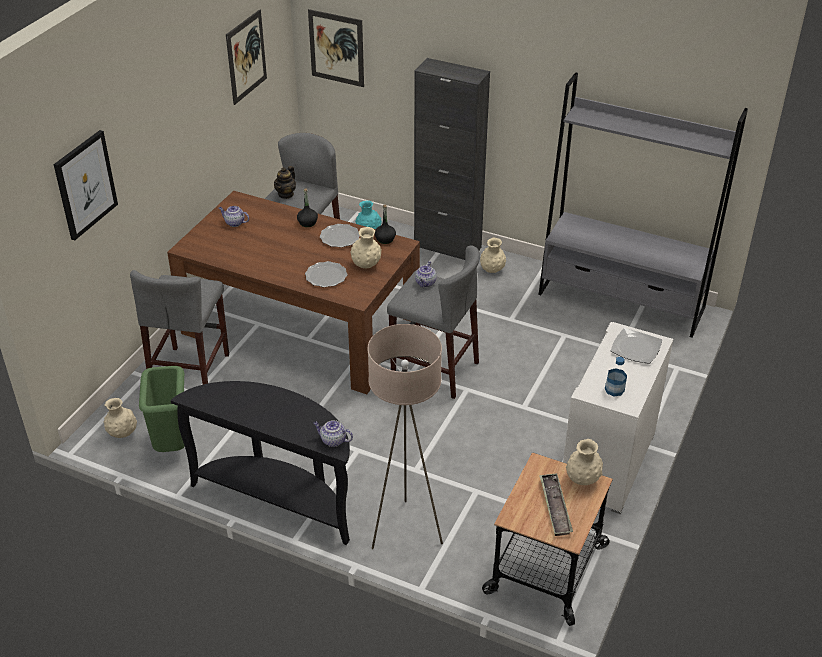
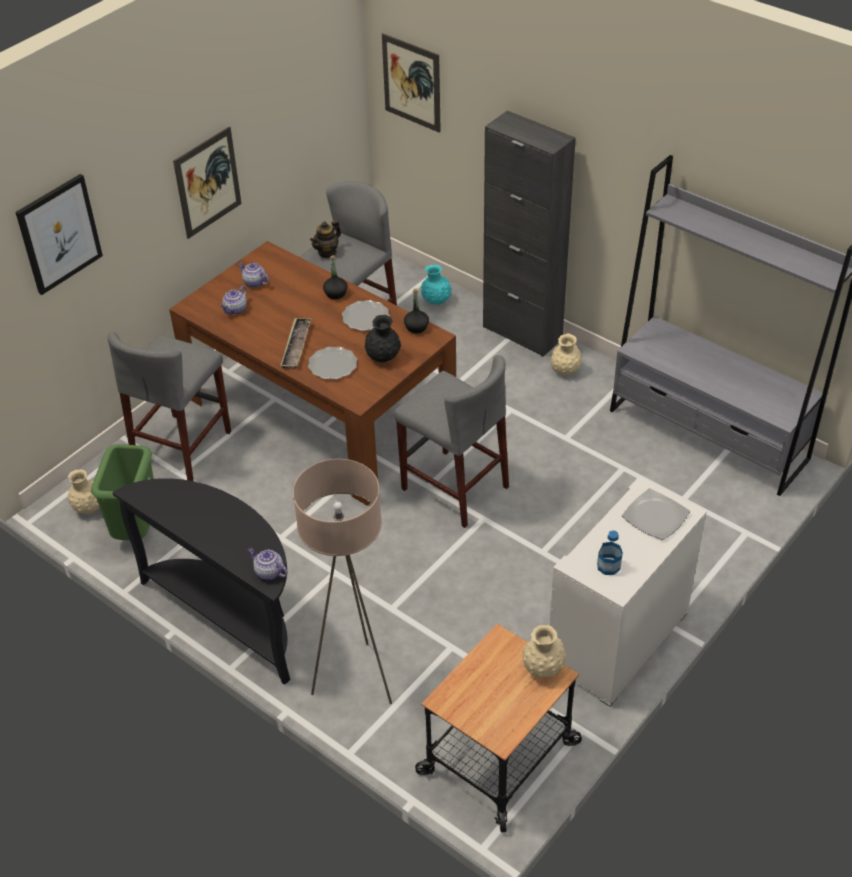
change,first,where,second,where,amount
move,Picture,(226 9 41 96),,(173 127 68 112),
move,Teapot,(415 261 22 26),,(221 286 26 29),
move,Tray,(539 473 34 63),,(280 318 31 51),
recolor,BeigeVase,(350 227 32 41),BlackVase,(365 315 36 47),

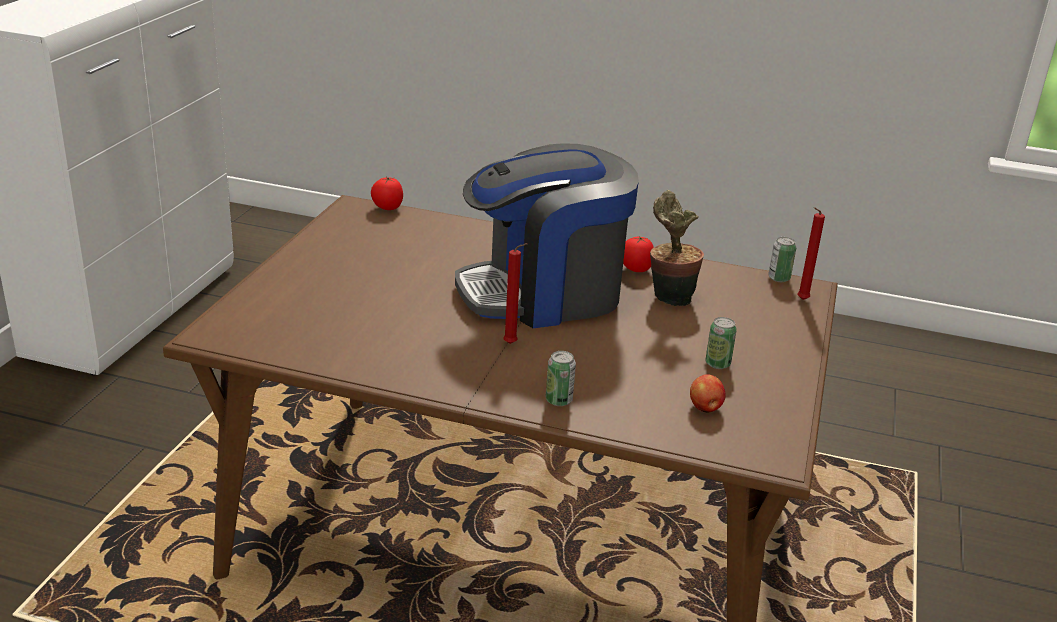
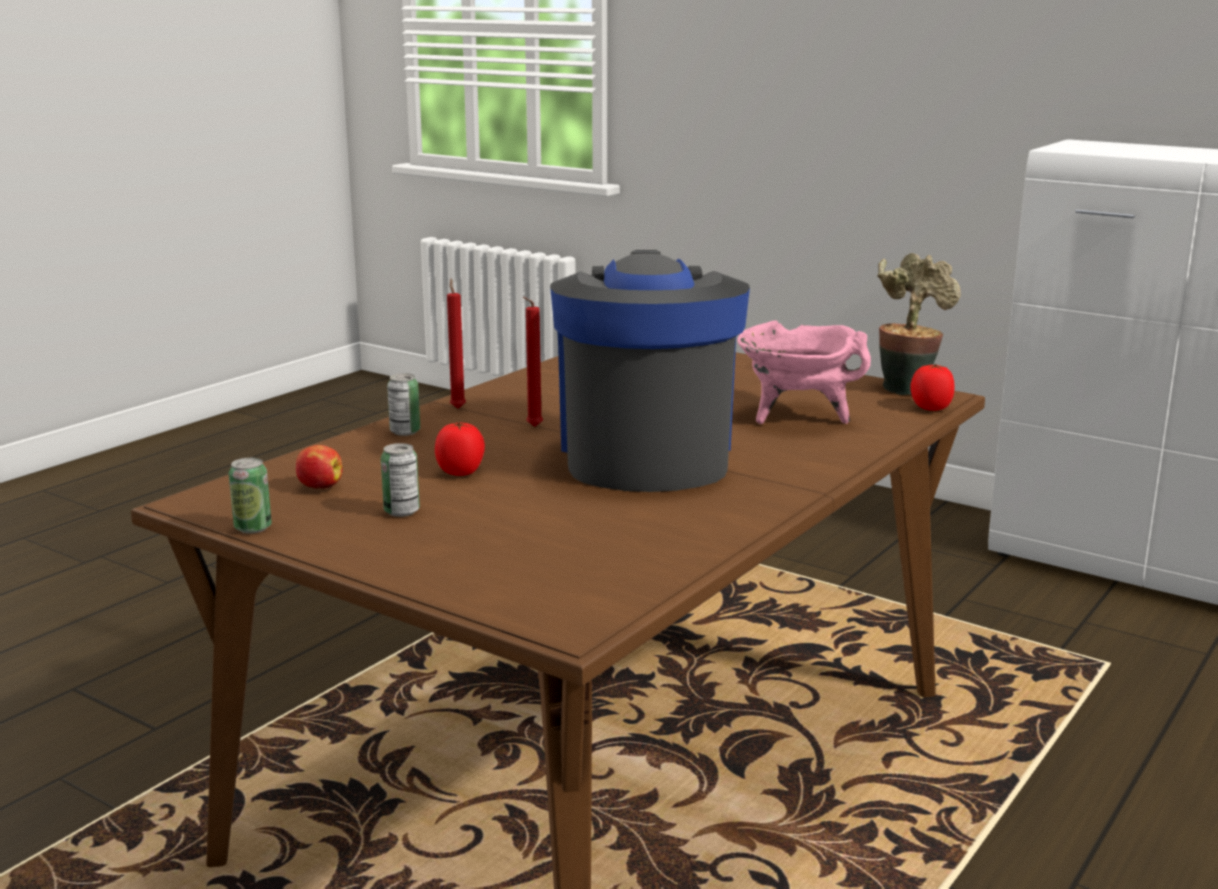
change,first,where,second,where,amount
move,Can,(768 237 28 45),,(229 458 43 76),
move,Tomato,(623 236 31 36),,(435 422 50 54),
move,RedCandle,(797 207 28 93),,(447 279 19 130),
insert,,,PinkCookingPot,(737 320 134 104),
move,PottedPlant,(650 190 54 116),,(877 253 84 142),

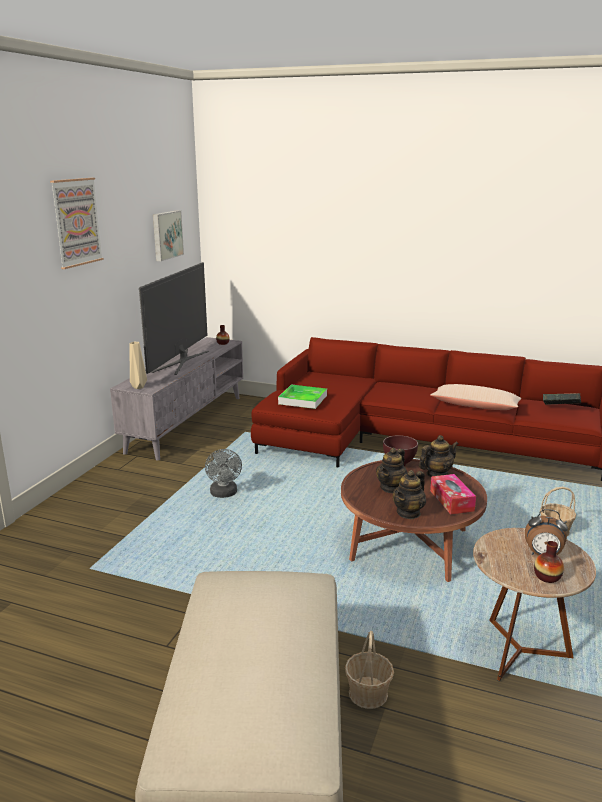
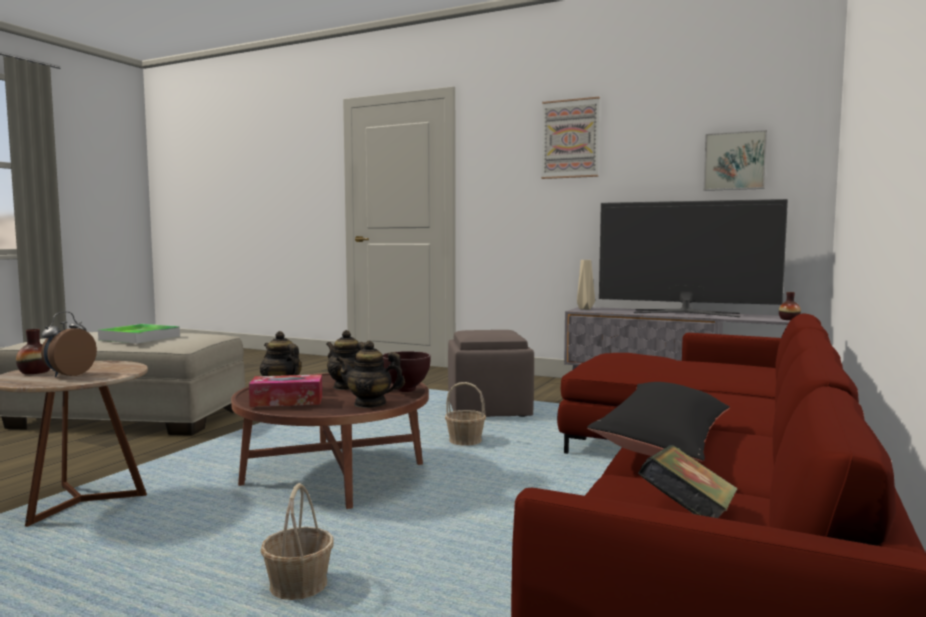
change,first,where,second,where,amount
move,Tray,(278 385 49 24),,(98 324 82 20),
rotate,Teapot,(419 435 40 42),,(336 341 69 67),120 degrees clockwise
move,Basket,(345 631 49 78),,(445 382 41 64),
replace,GreyFan,(205 449 37 49),BrownOttoman,(448 330 86 87),
recolor,BeigePillow,(430 384 92 26),BlackPillow,(587 382 143 80),

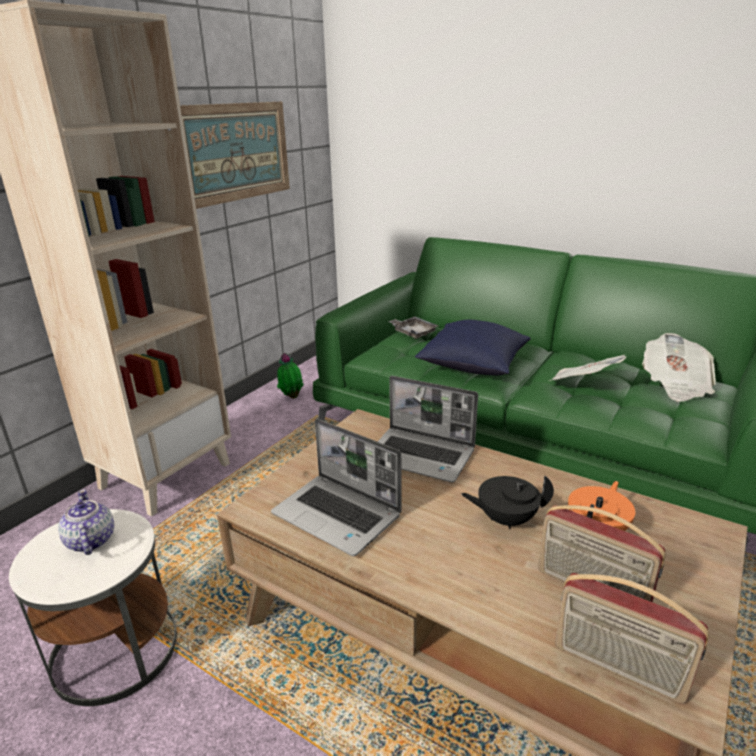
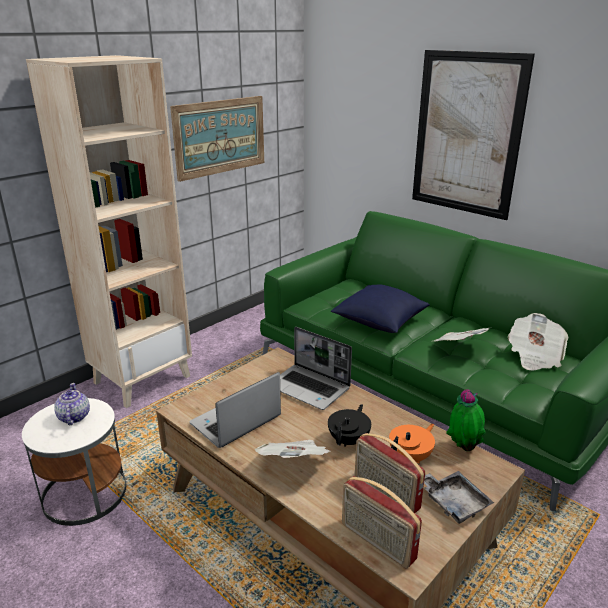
change,first,where,second,where,amount
rotate,Laptop,(271 419 131 137),,(190 372 91 76),90 degrees clockwise
insert,,,Newspaper,(255 440 77 18),
rotate,BlackTeapot,(461 475 93 54),,(328 404 43 43),105 degrees clockwise
insert,,,Picture,(412 50 123 170),
move,GreyTray,(388 317 50 22),,(424 471 70 53),
move,PottedPlant,(277 353 27 46),,(446 389 40 62),

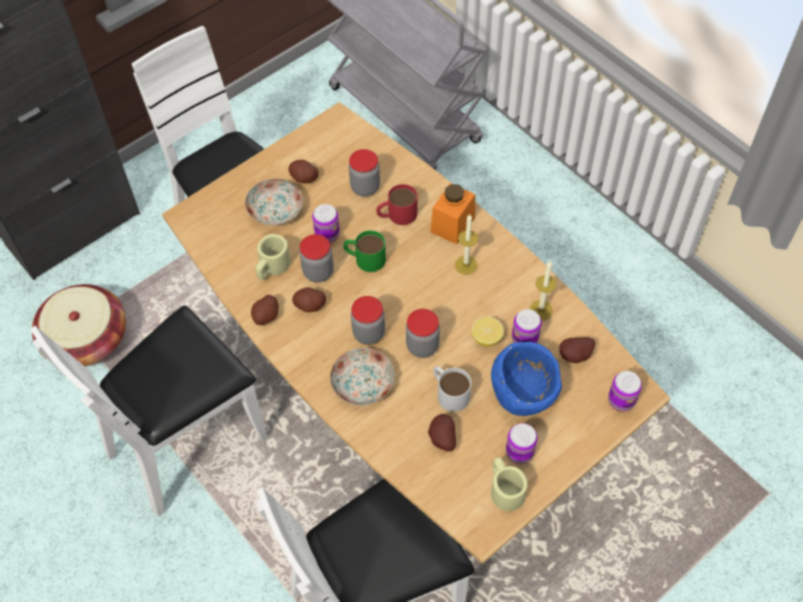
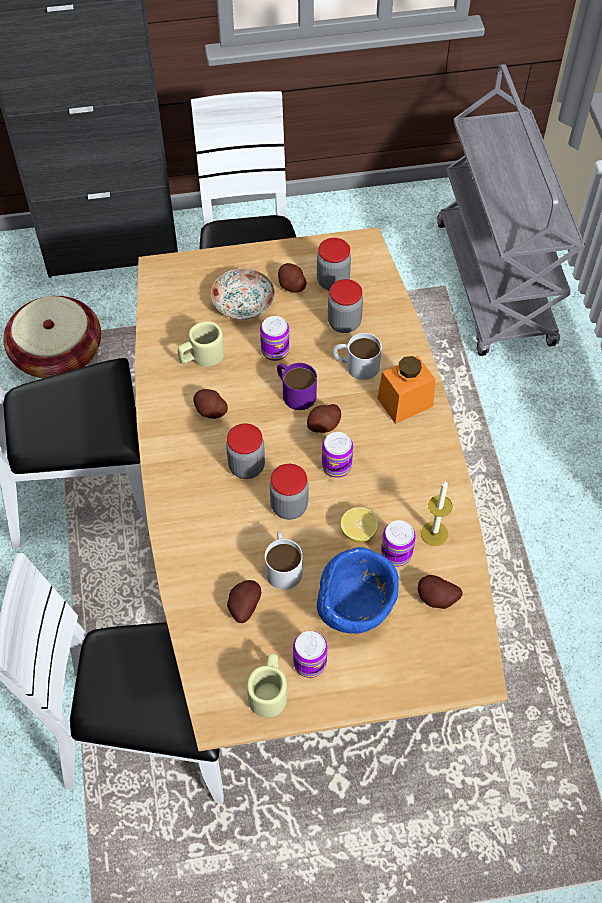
change,first,where,second,where,amount
recolor,GreenMug,(343 230 43 42),PurpleMug,(277 363 40 47),
move,Potato,(251 295 28 30),,(307 404 34 29),
move,Jar,(300 234 34 49),,(317 238 34 53),
move,Can,(608 371 34 41),,(322 432 31 46),
recolor,RedMug,(376 184 41 41),WhiteMug,(333 333 49 47),
delete,Plate,(330 348 64 57),,,
delete,Candle,(455 214 23 61),,,

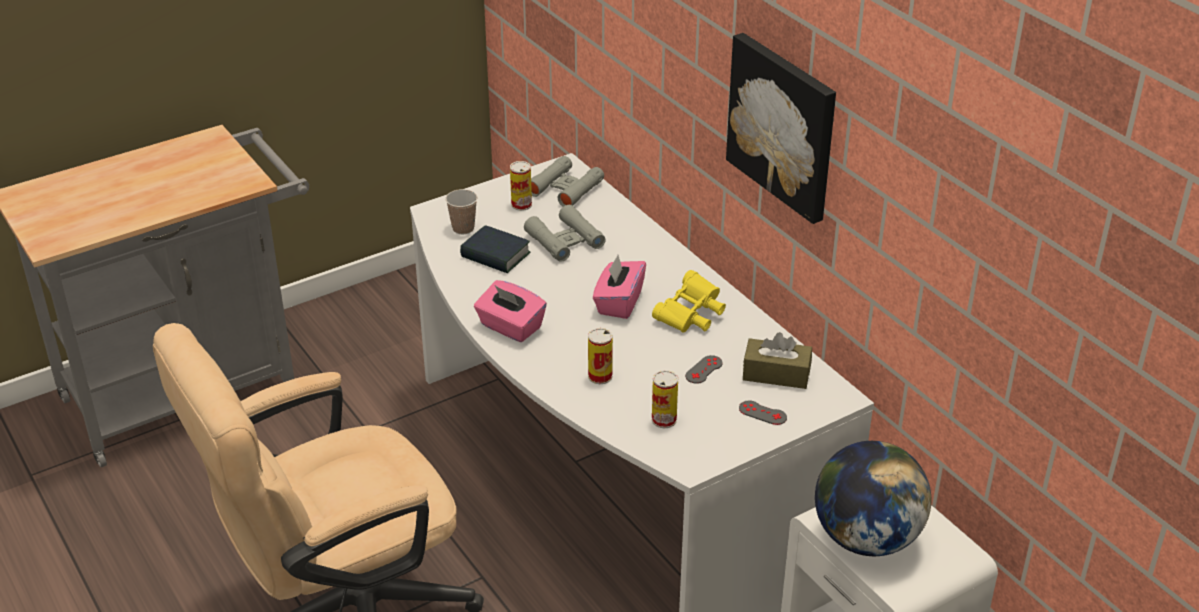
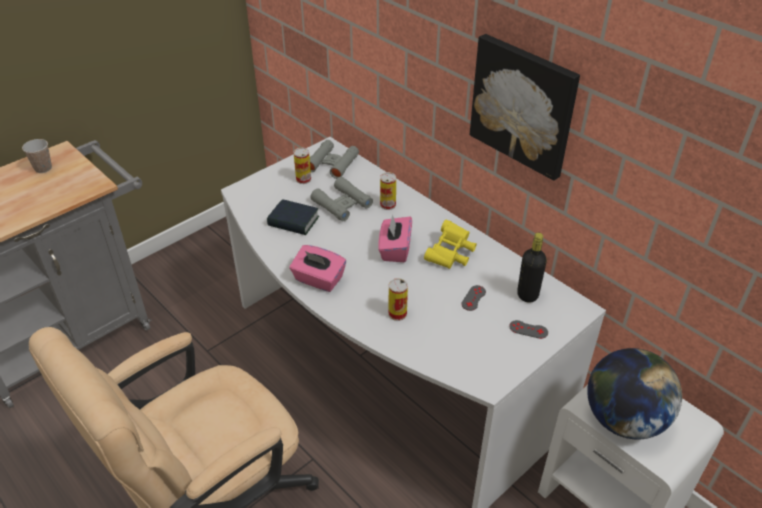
change,first,where,second,where,amount
move,Cup,(445 189 33 45),,(22 139 30 34),
move,Can,(652 370 26 58),,(380 172 16 38),
replace,BrownTissueBox,(743 332 69 57),BlackBottle,(517 233 30 70),

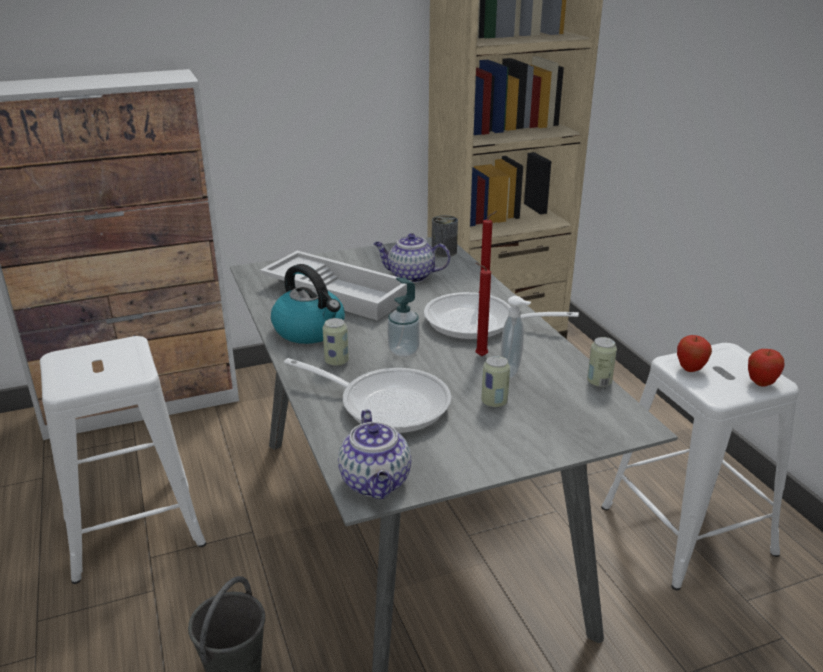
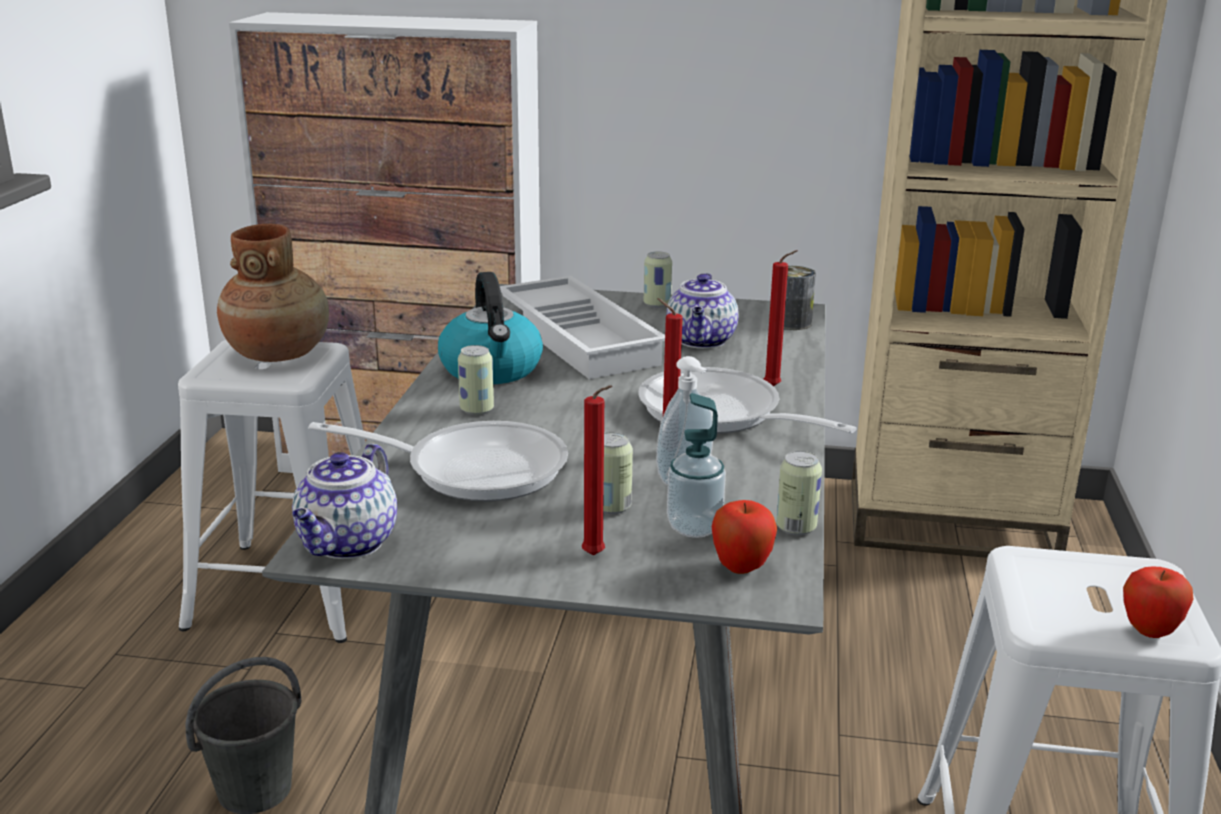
change,first,where,second,where,amount
insert,,,BrownVase,(217 224 112 138),
rotate,FryingPan,(284 358 167 75),,(308 421 260 81),45 degrees counterclockwise
insert,,,RedCandle,(582 385 30 171),
insert,,,Can,(644 252 28 56),
rotate,Teapot,(374 233 76 50),,(667 273 71 76),120 degrees counterclockwise
move,SoapDispenser,(387 277 33 80),,(667 393 59 145),
move,Apple,(677 335 35 37),,(712 500 65 74),

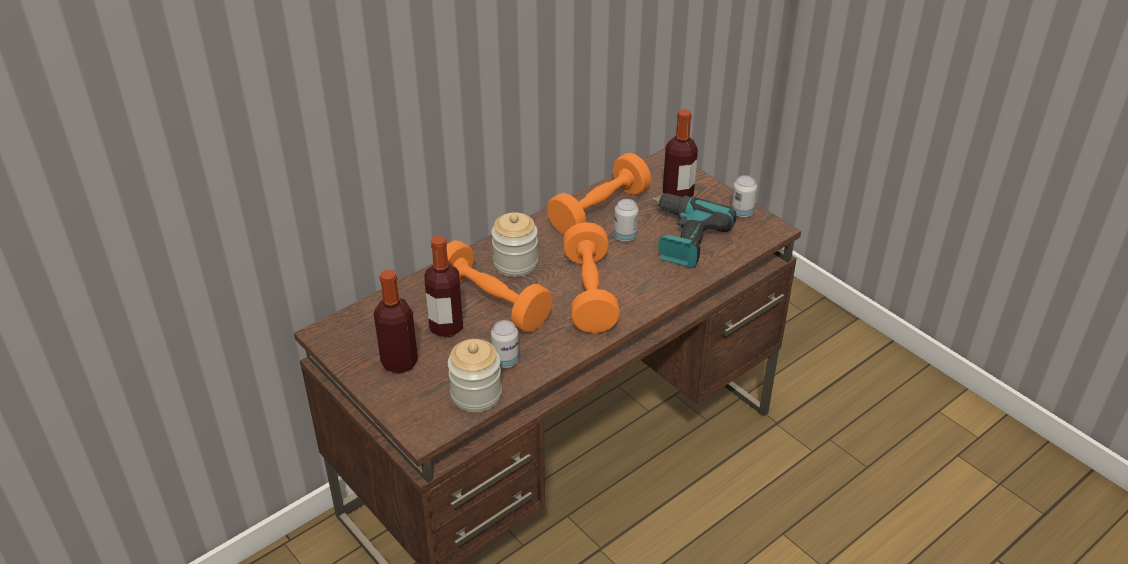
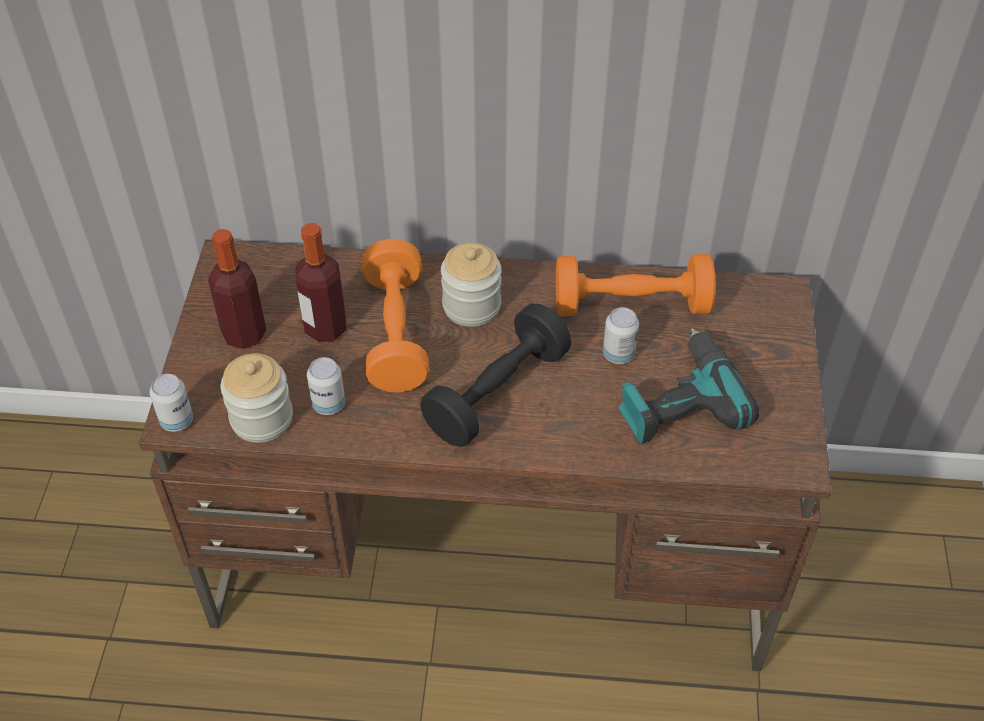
change,first,where,second,where,amount
move,Can,(731 175 26 43),,(150 374 43 58),
recolor,OrangeDumbbell,(563 222 57 111),BlackDumbbell,(420 303 151 144),
delete,Bottle,(663 109 35 88),,,

